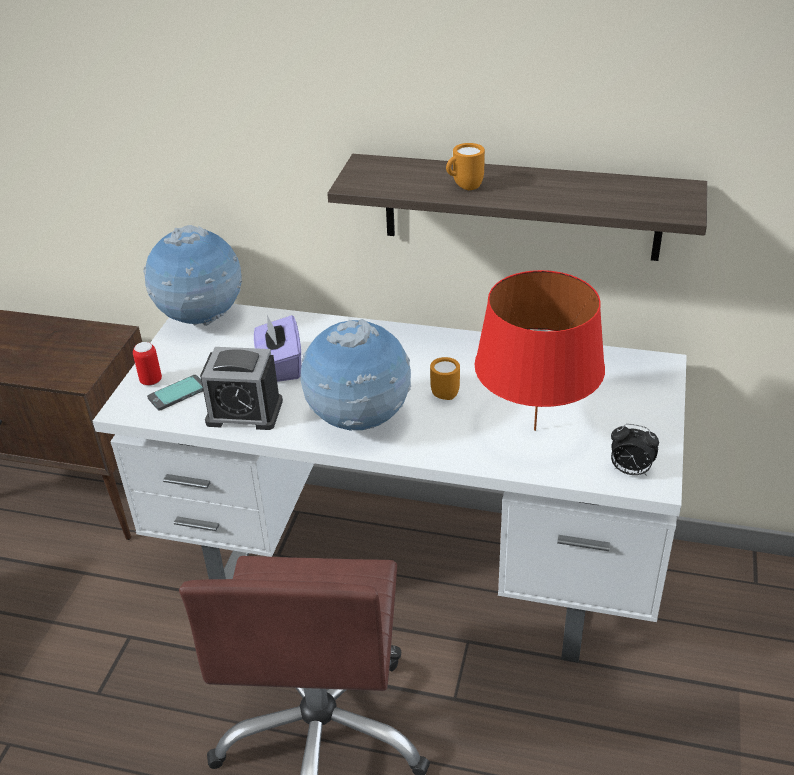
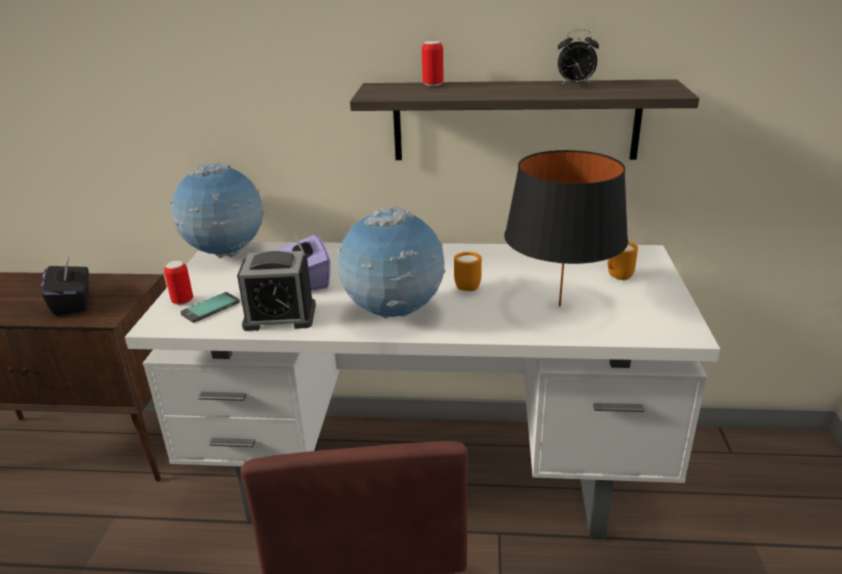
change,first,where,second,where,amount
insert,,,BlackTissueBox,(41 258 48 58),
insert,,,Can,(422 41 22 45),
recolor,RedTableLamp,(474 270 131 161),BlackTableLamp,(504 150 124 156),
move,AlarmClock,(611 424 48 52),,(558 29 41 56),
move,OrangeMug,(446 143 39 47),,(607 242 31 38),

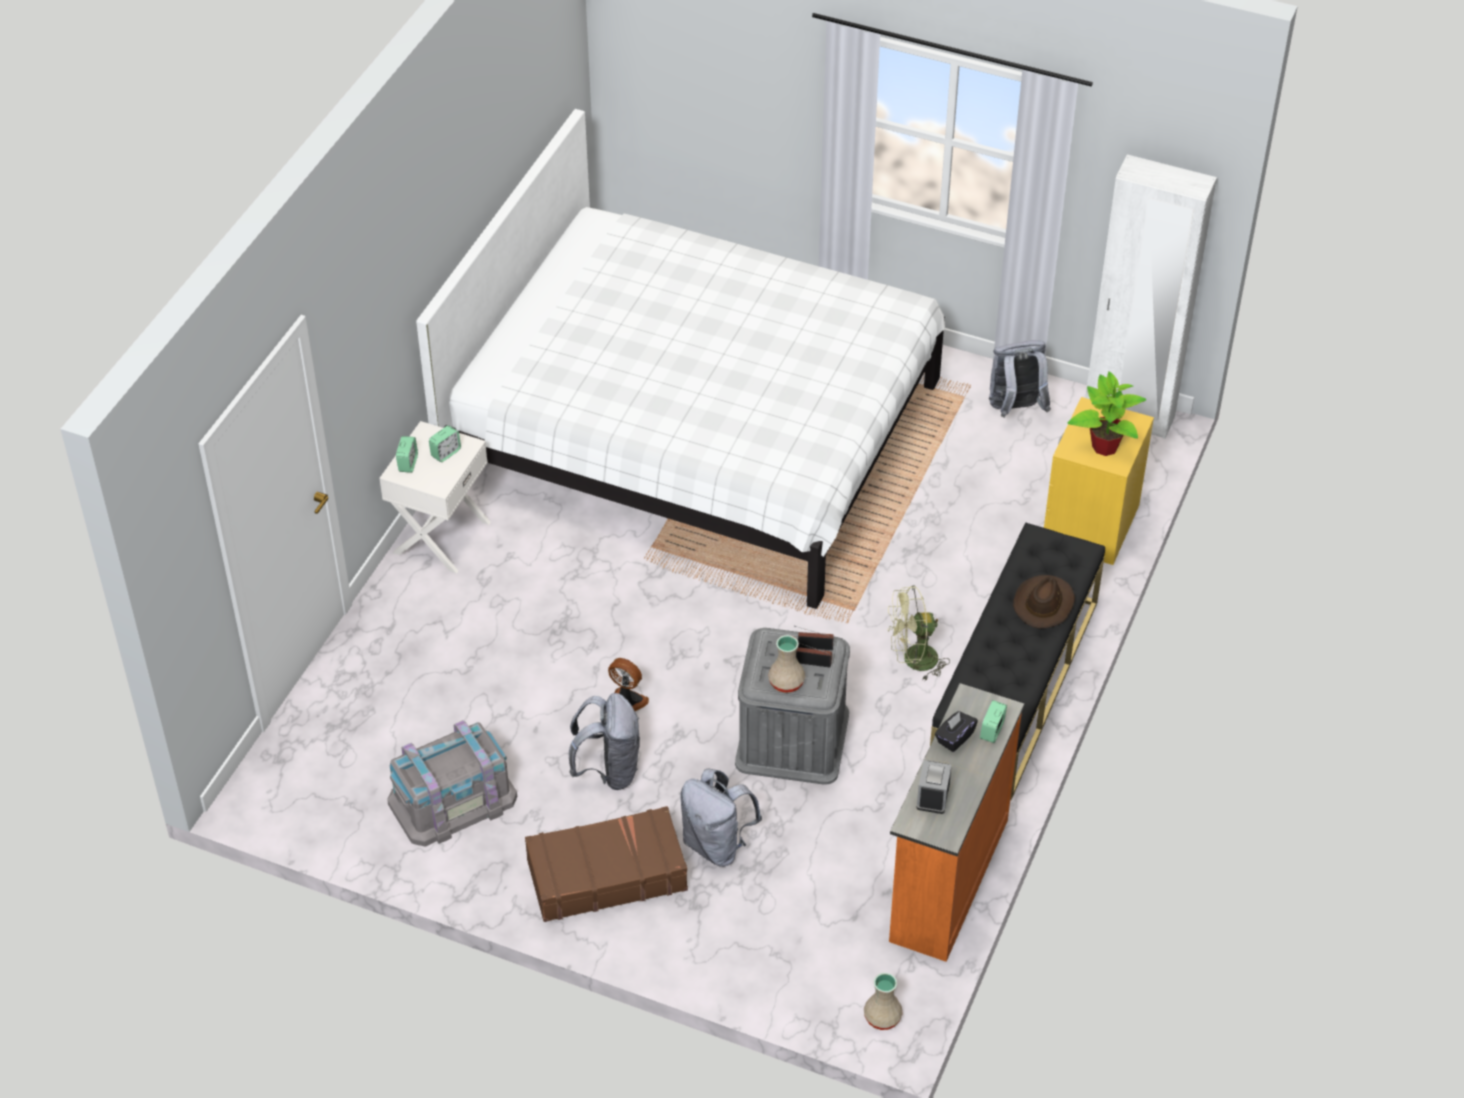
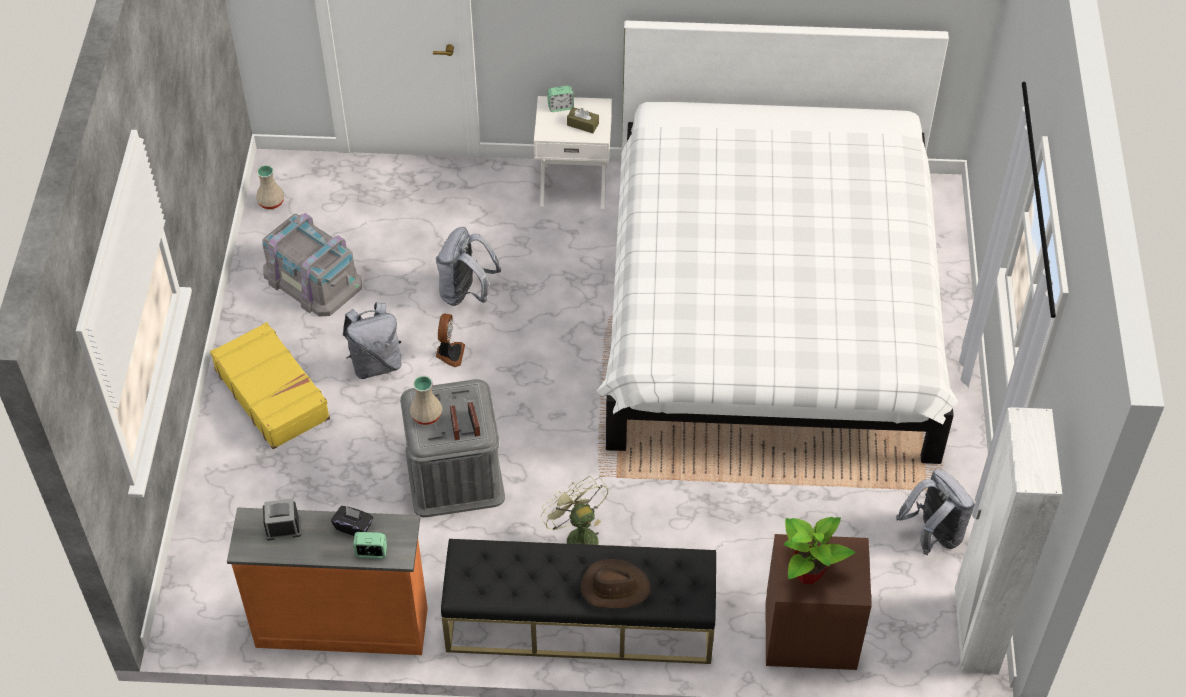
change,first,where,second,where,amount
recolor,BrownSuitcase,(525 806 163 116),YellowSuitcase,(210 322 120 127),
move,BeigeVase,(864 973 39 57),,(256 165 28 44),
move,GreyBackpack,(680 768 82 99),,(436 227 65 79),
replace,AlarmClock,(429 425 32 37),BrownTissueBox,(567 107 32 26),
recolor,YellowNightstand,(1044 397 110 168),BrownNightstand,(765 534 107 136),

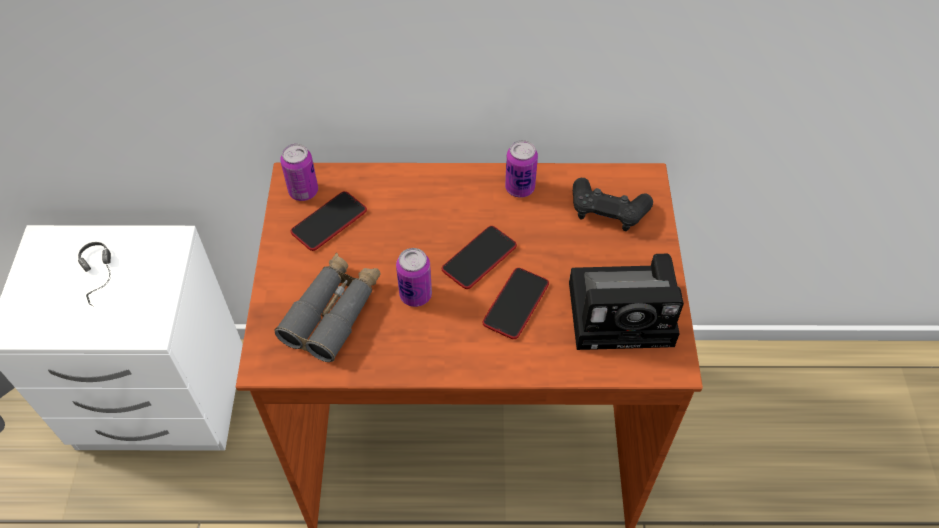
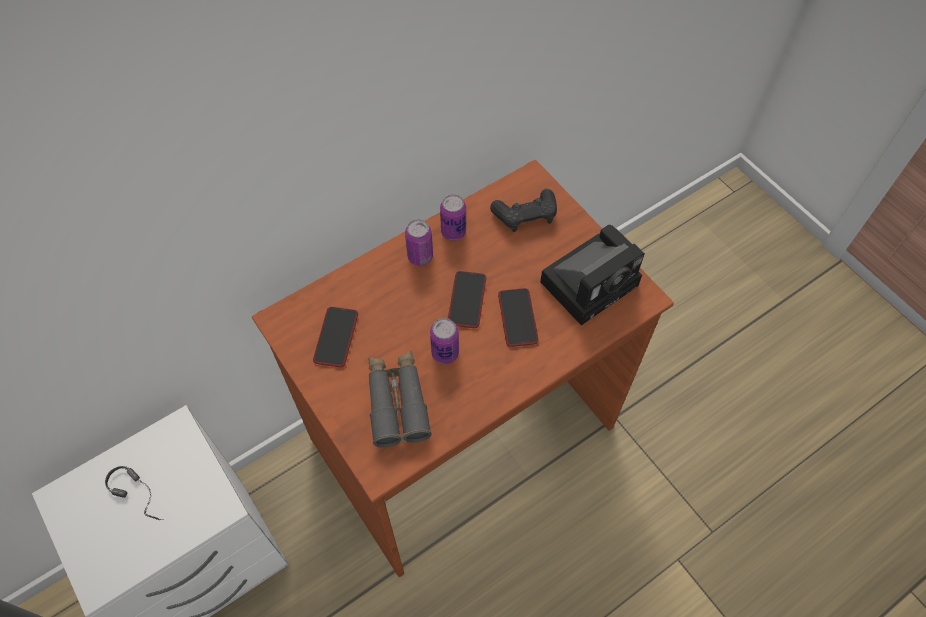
change,first,where,second,where,amount
move,Can,(280 144 38 57),,(405 219 28 47),

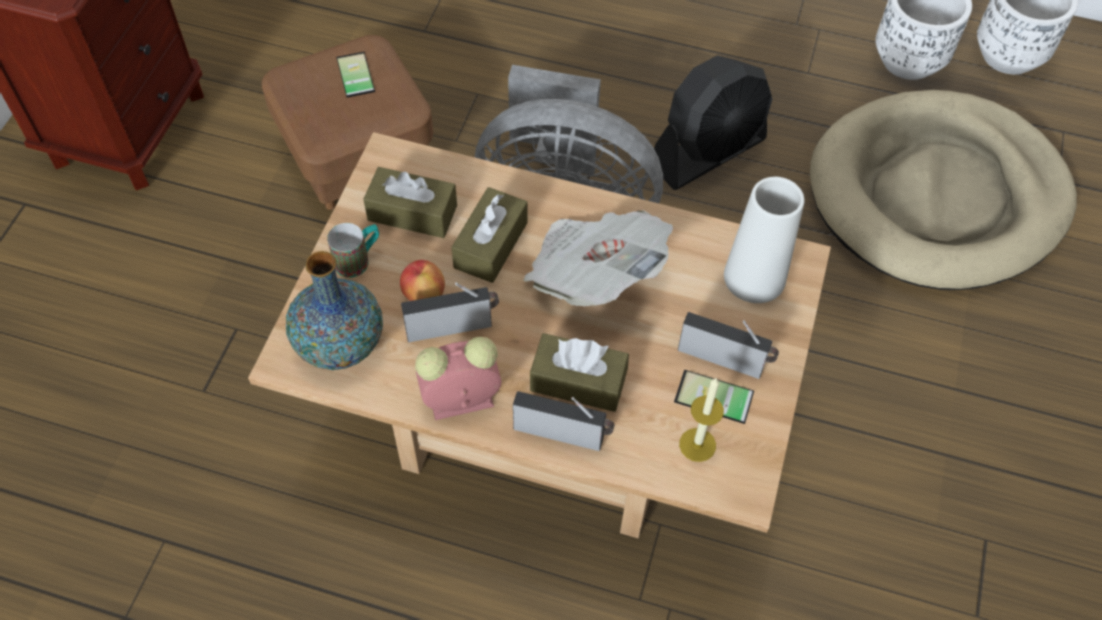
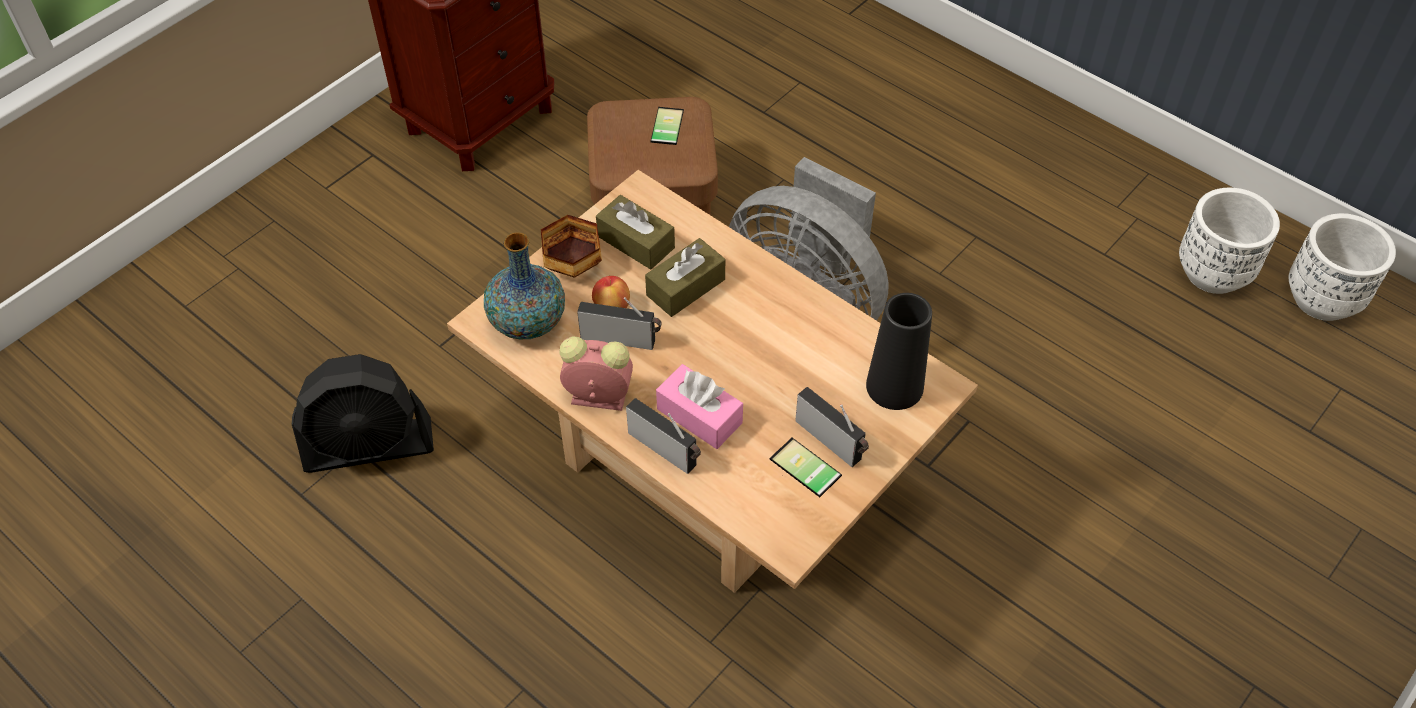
change,first,where,second,where,amount
move,BlackFan,(654 55 118 135),,(292 354 142 119),
replace,Mug,(327 223 52 55),Bowl,(541 215 61 63),
recolor,BrownTissueBox,(530 333 99 79),PinkTissueBox,(656 364 87 85),
recolor,WhiteVase,(724 177 80 126),BlackVase,(866 293 66 117),
delete,Newspaper,(523 210 151 97),,,
delete,Candle,(679 378 45 84),,,
delete,BeigeDogBed,(810 90 267 200),,,

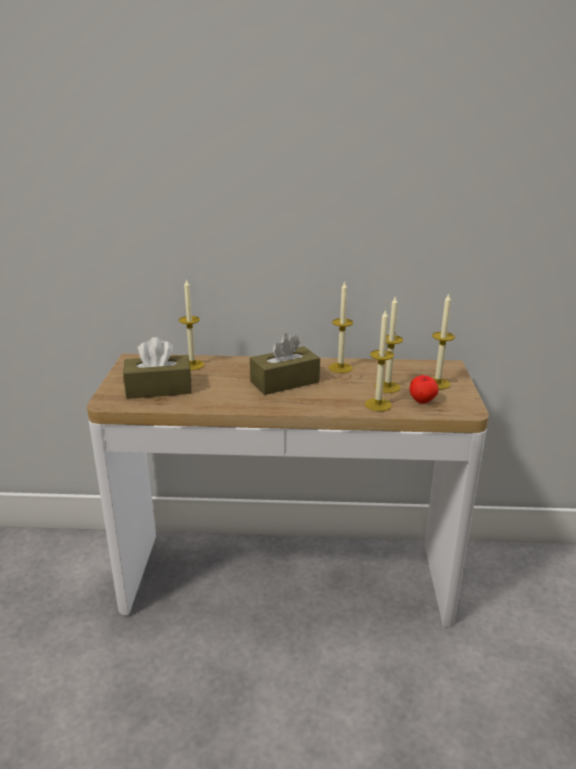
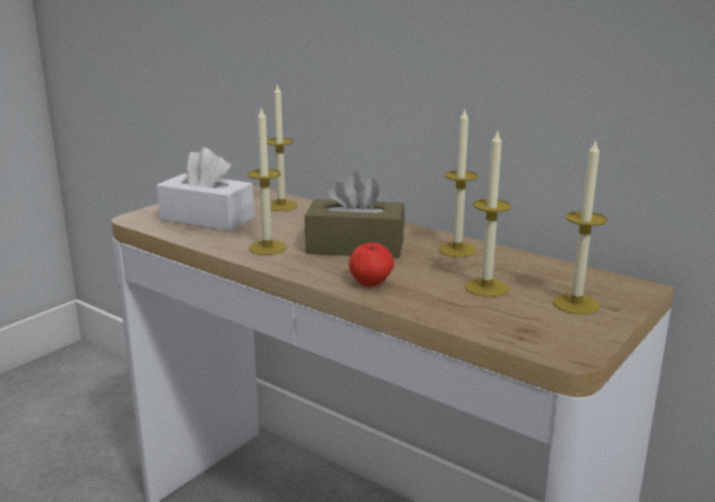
change,first,where,second,where,amount
recolor,BrownTissueBox,(123 337 69 62),WhiteTissueBox,(157 148 97 83),
move,Candle,(365 309 29 102),,(248 106 39 149),
move,Apple,(409 375 30 28),,(349 243 45 44),

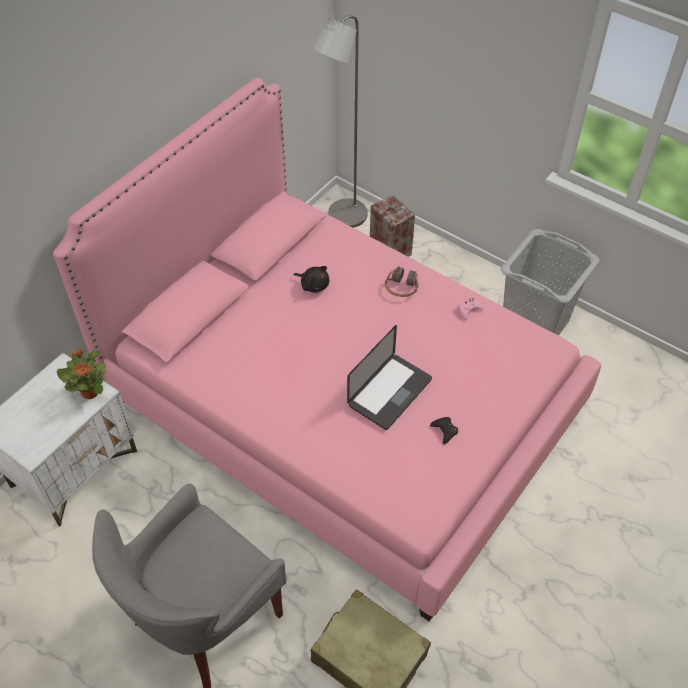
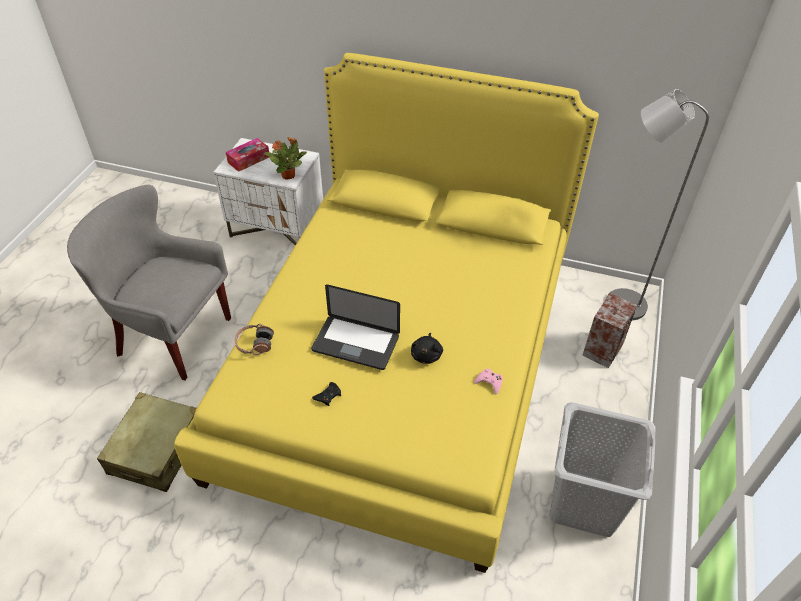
change,first,where,second,where,amount
recolor,PinkBed,(53 78 548 543),YellowBed,(174 53 425 520),
insert,,,TissueBox,(226 138 43 34),
move,Headphones,(385 266 33 31),,(234 324 40 31),
move,BlackPlushToy,(293 266 36 27),,(411 333 32 31),

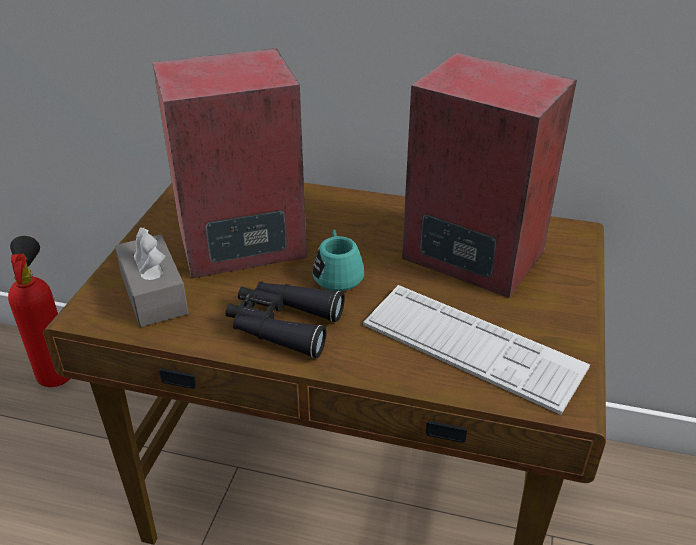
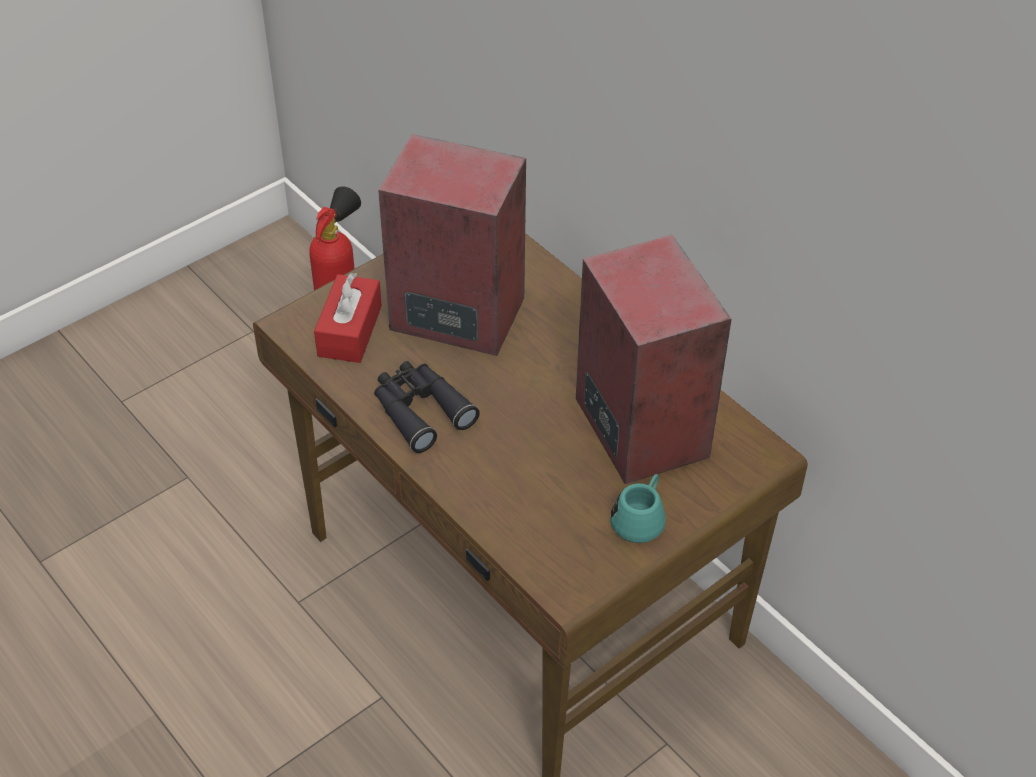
change,first,where,second,where,amount
recolor,GreyTissueBox,(115 227 74 100),RedTissueBox,(314 273 68 90),
move,TurquoiseMug,(313 230 51 61),,(610 474 56 69),
delete,Keyboard,(363 285 227 130),,,

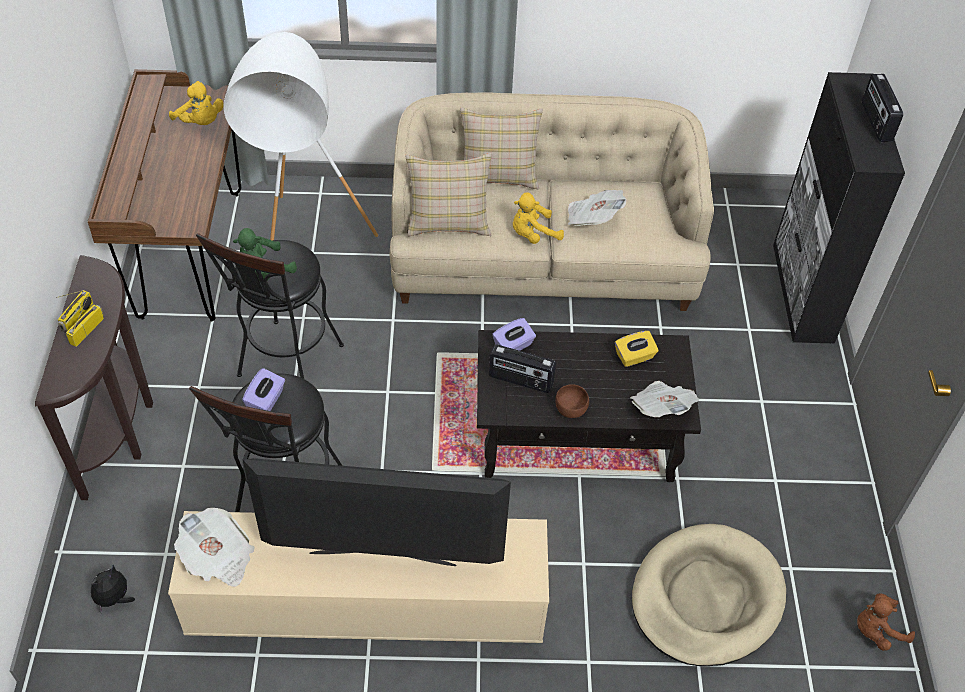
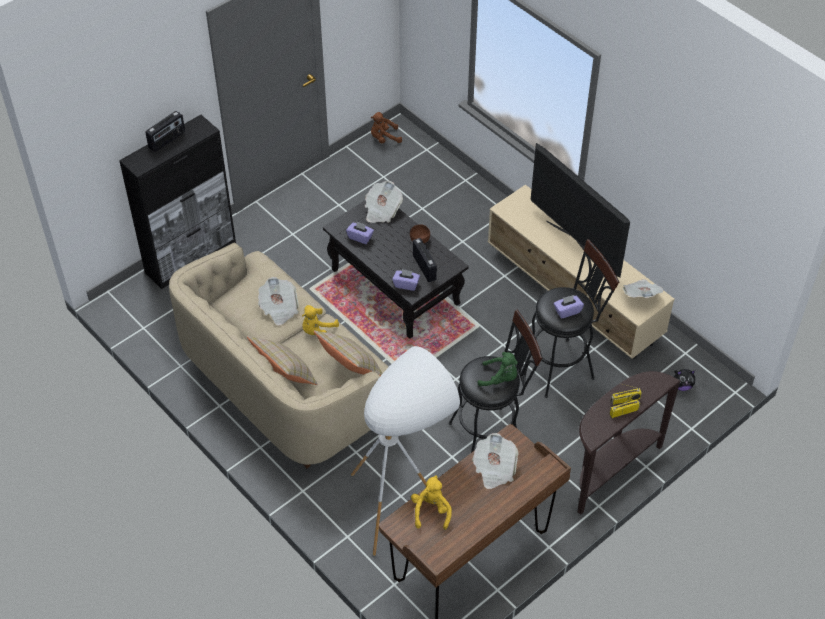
change,first,where,second,where,amount
rotate,YellowPlushToy,(513 192 51 52),,(302 305 37 30),105 degrees clockwise
recolor,YellowTissueBox,(615 331 43 36),PurpleTissueBox,(346 222 28 22),
rotate,BrownPlushToy,(857 593 58 58),,(371 112 31 31),135 degrees clockwise
insert,,,Newspaper,(472 433 46 56),
delete,BeigeDogBed,(632 524 154 142),,,

